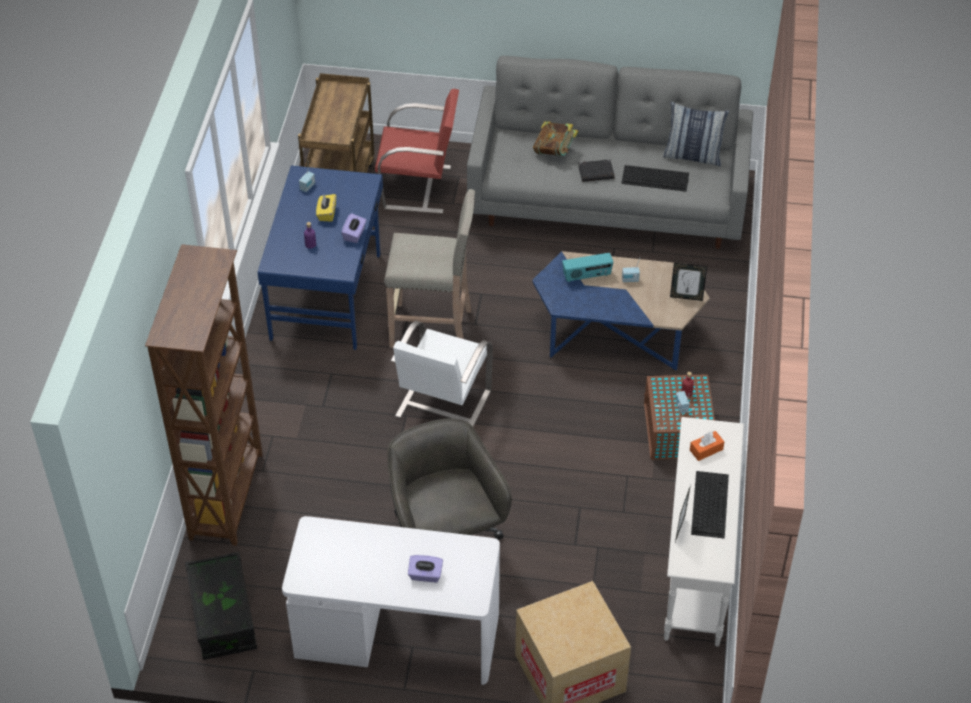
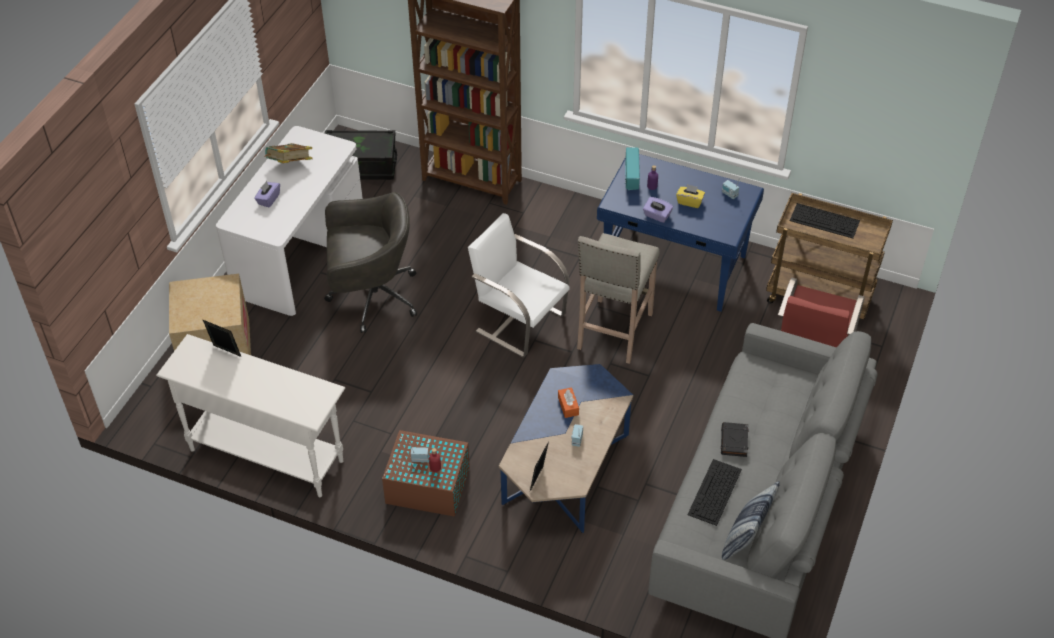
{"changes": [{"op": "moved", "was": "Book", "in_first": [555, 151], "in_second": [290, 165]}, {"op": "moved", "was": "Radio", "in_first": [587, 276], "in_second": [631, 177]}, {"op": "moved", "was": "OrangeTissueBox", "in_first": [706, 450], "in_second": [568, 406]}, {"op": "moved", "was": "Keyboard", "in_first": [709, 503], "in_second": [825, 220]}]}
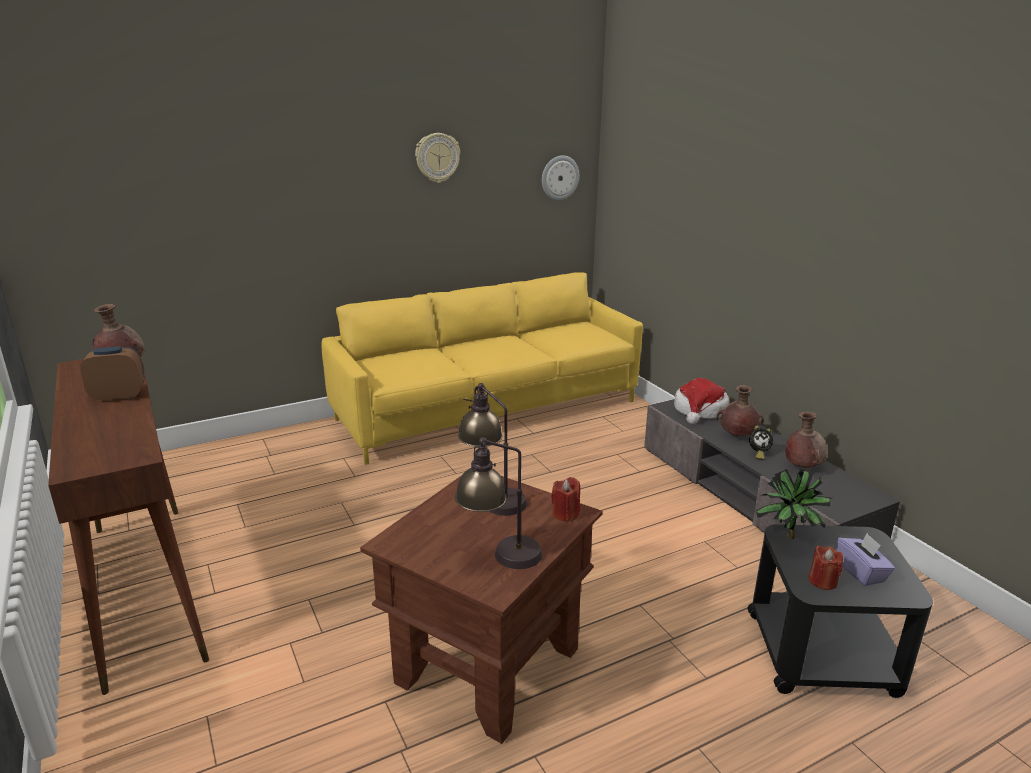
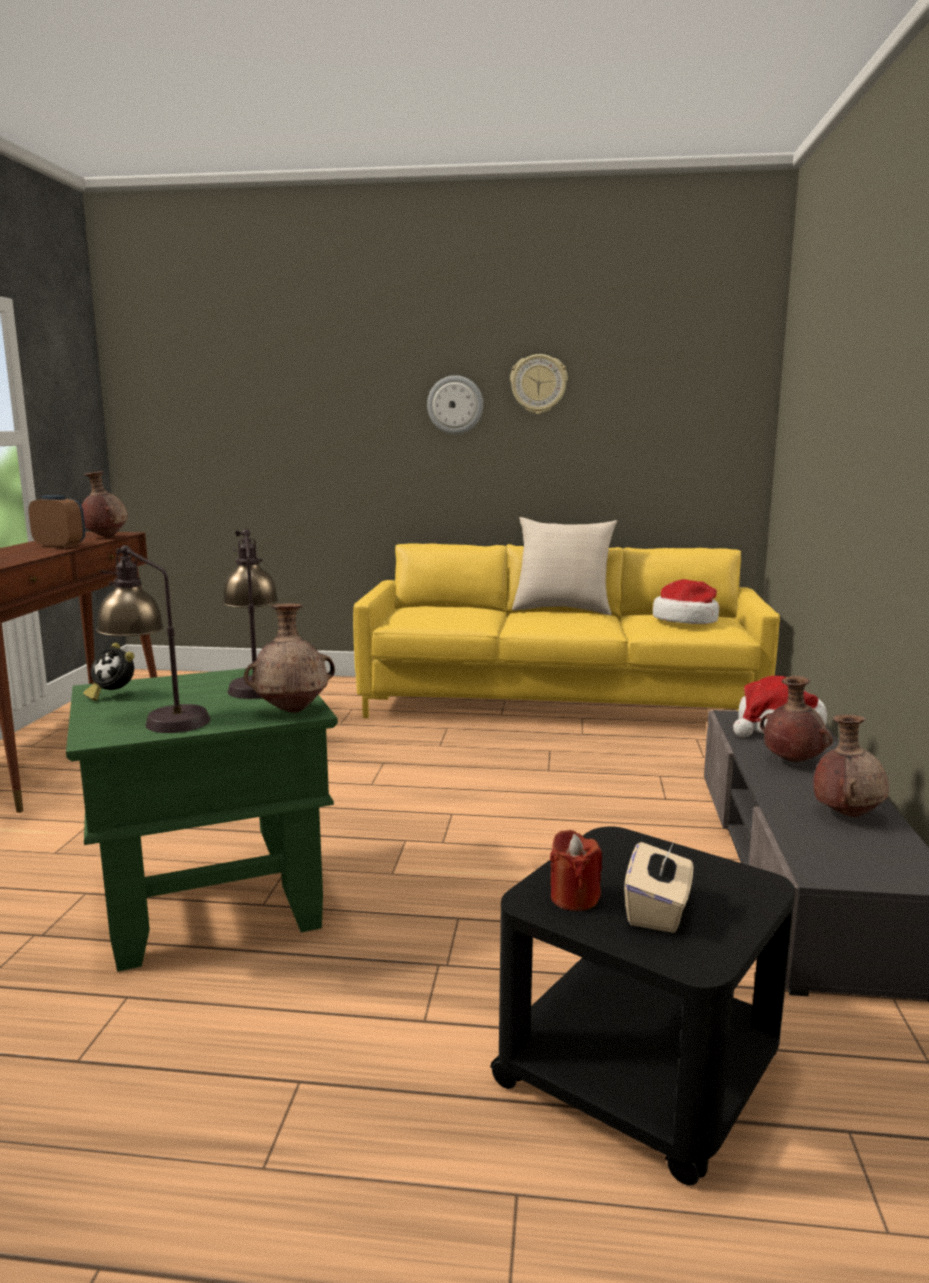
{"changes": [{"op": "recoloured", "was": "BrownSideTable", "now": "GreenSideTable", "in_first": [487, 665], "in_second": [212, 903]}, {"op": "moved", "was": "WallClock", "in_first": [559, 177], "in_second": [455, 405]}, {"op": "replaced", "was": "RedCandle", "now": "BrownVase", "in_first": [565, 514], "in_second": [293, 710]}, {"op": "moved", "was": "AlarmClock", "in_first": [758, 454], "in_second": [112, 695]}, {"op": "removed", "was": "PottedPlant", "in_first": [788, 539]}, {"op": "recoloured", "was": "PurpleTissueBox", "now": "BeigeTissueBox", "in_first": [861, 572], "in_second": [658, 911]}, {"op": "added", "now": "BeigePillow", "in_second": [562, 609]}, {"op": "added", "now": "Hat", "in_second": [686, 620]}]}
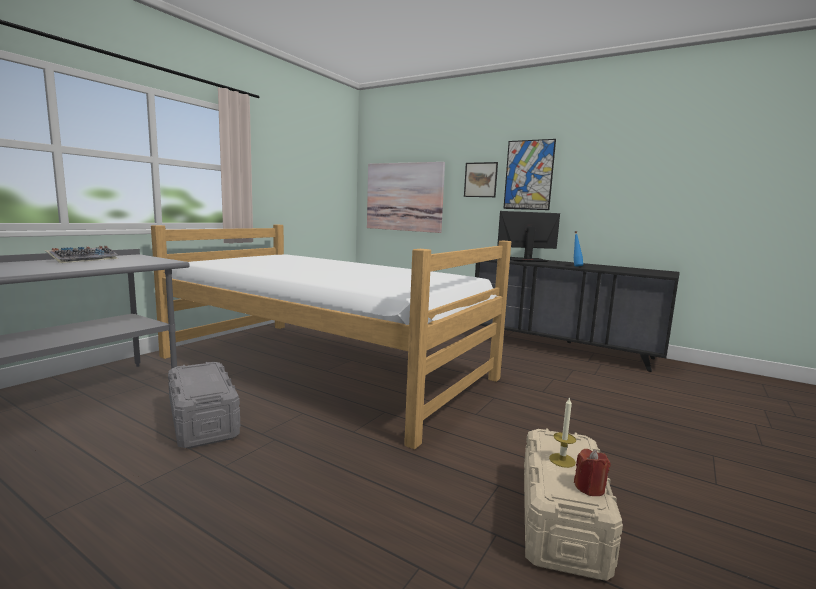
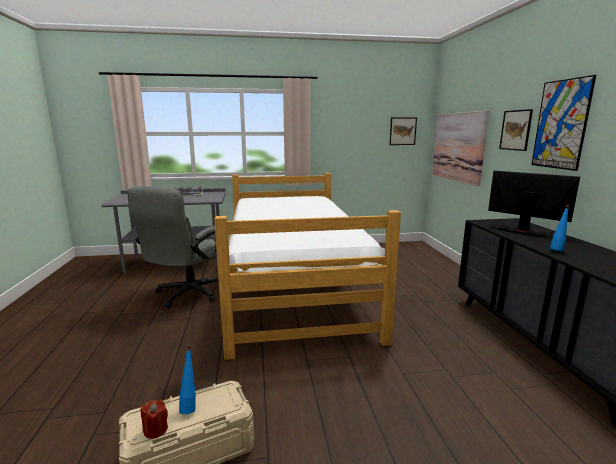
{"changes": [{"op": "replaced", "was": "GreyStorageBox", "now": "GreyOfficeChair", "in_first": [203, 421], "in_second": [186, 295]}, {"op": "replaced", "was": "Candle", "now": "BlueBottle", "in_first": [562, 460], "in_second": [190, 406]}, {"op": "added", "now": "Picture", "in_second": [402, 131]}]}
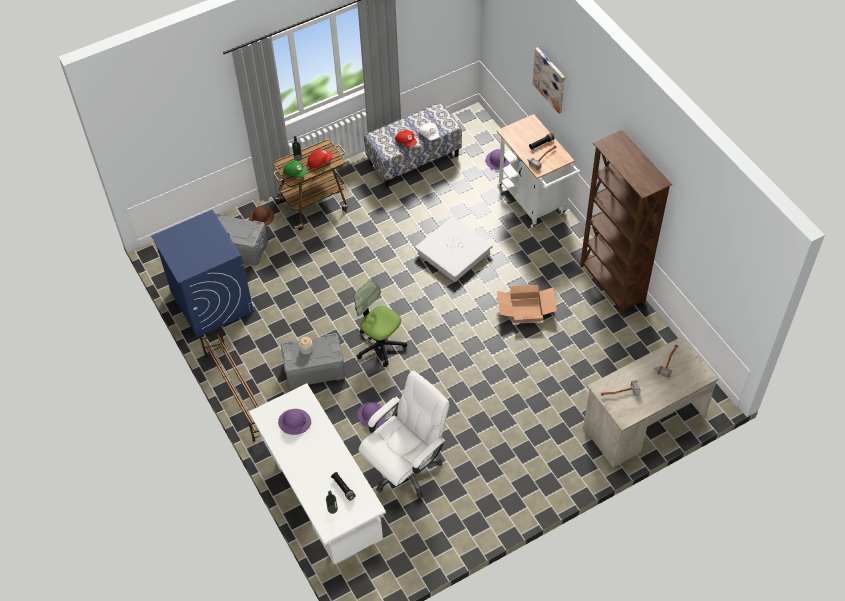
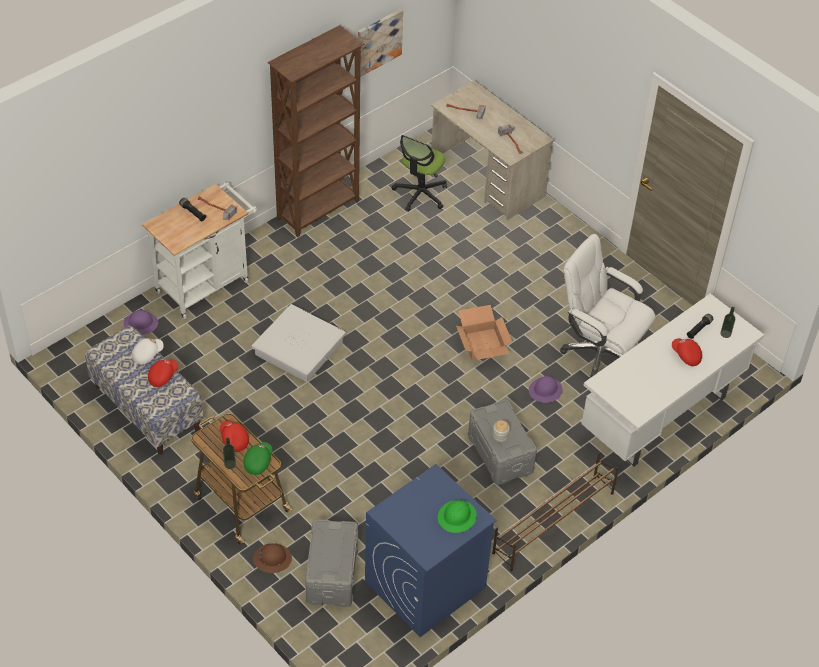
{"changes": [{"op": "removed", "was": "PurpleHardHat", "in_first": [294, 422]}, {"op": "moved", "was": "OfficeChair", "in_first": [380, 345], "in_second": [420, 194]}, {"op": "moved", "was": "CardboardBox", "in_first": [525, 310], "in_second": [483, 344]}, {"op": "moved", "was": "Picture", "in_first": [550, 79], "in_second": [378, 41]}, {"op": "added", "now": "GreenHardHat", "in_second": [457, 517]}, {"op": "added", "now": "RedCap", "in_second": [685, 355]}]}
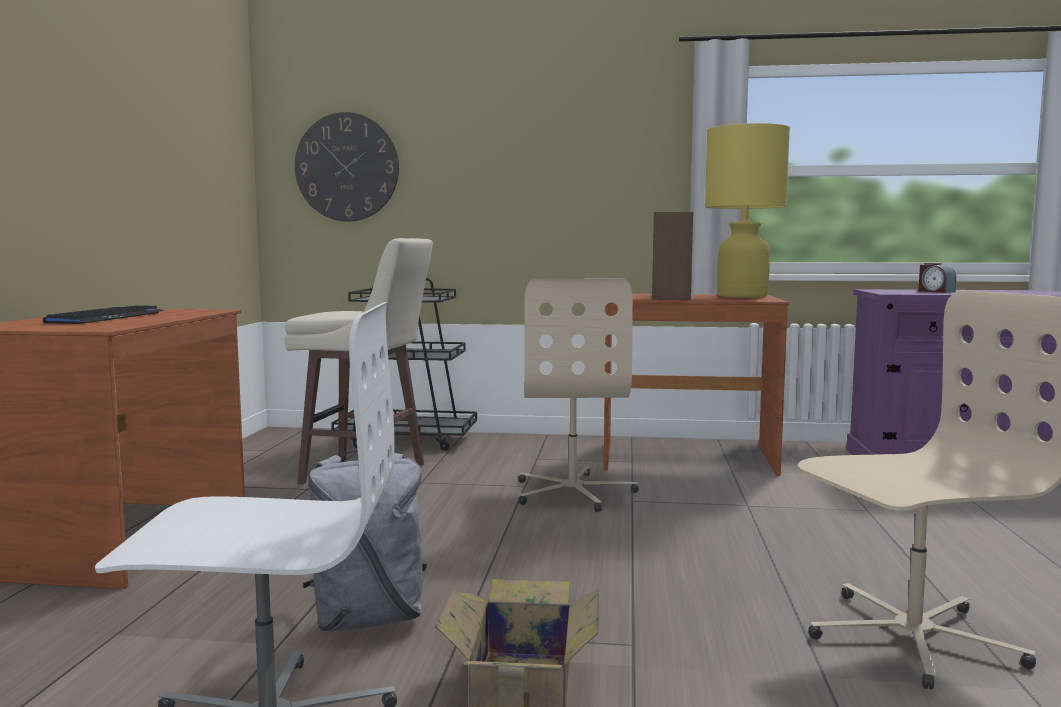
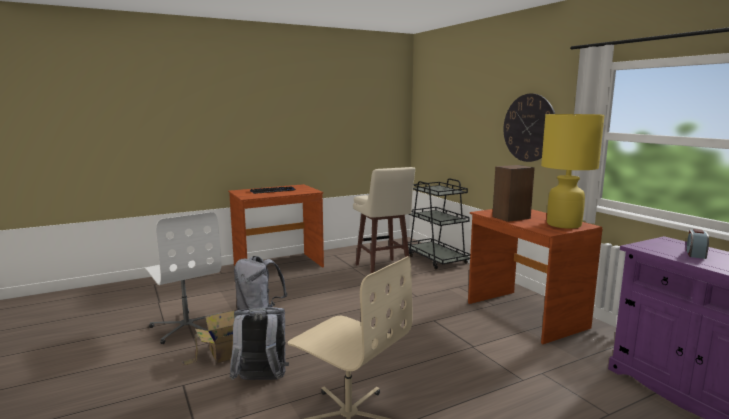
{"changes": [{"op": "moved", "was": "WallClock", "in_first": [347, 167], "in_second": [529, 128]}, {"op": "removed", "was": "BeigeOfficeChair", "in_first": [573, 492]}, {"op": "added", "now": "GreyBackpack", "in_second": [261, 381]}]}
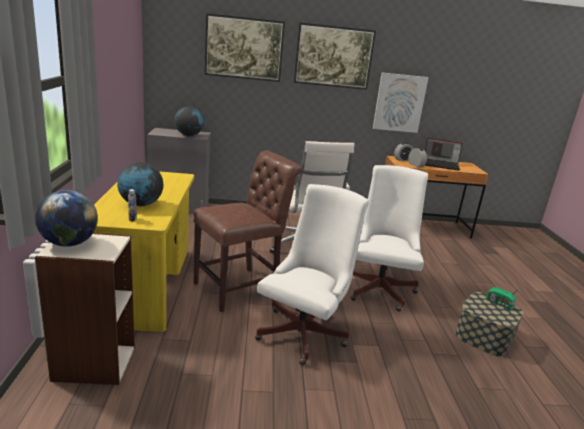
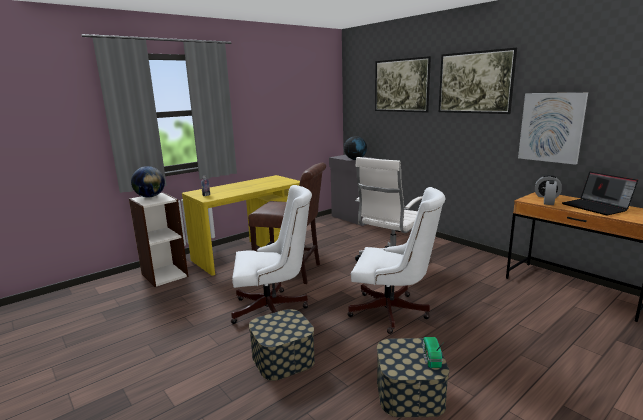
{"changes": [{"op": "removed", "was": "Globe", "in_first": [140, 204]}, {"op": "turned", "was": "WhiteOfficeChair", "in_first": [380, 287], "in_second": [393, 312], "clockwise": 45}, {"op": "added", "now": "StorageBox", "in_second": [283, 358]}]}
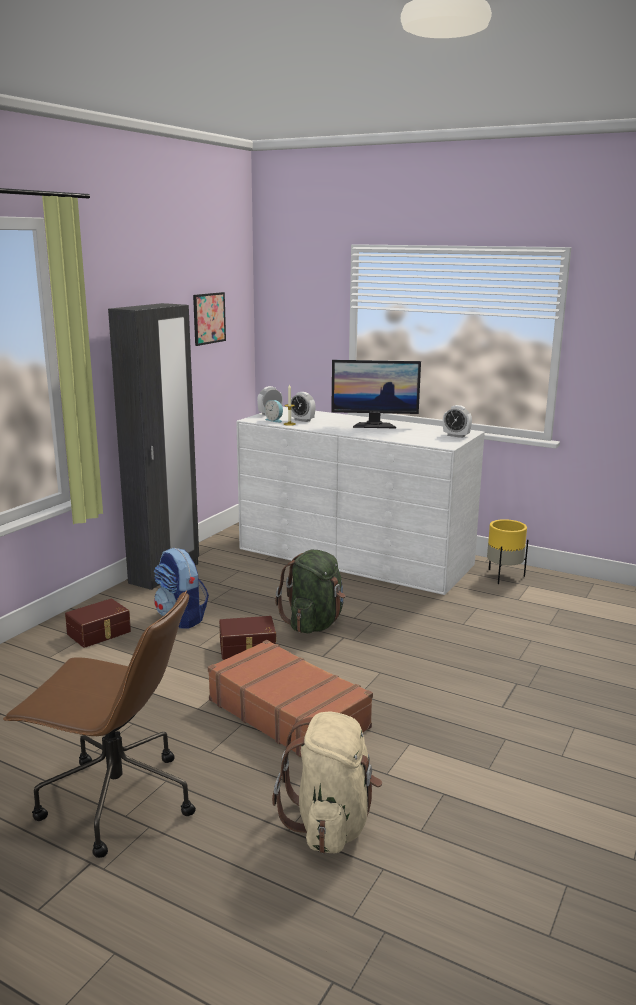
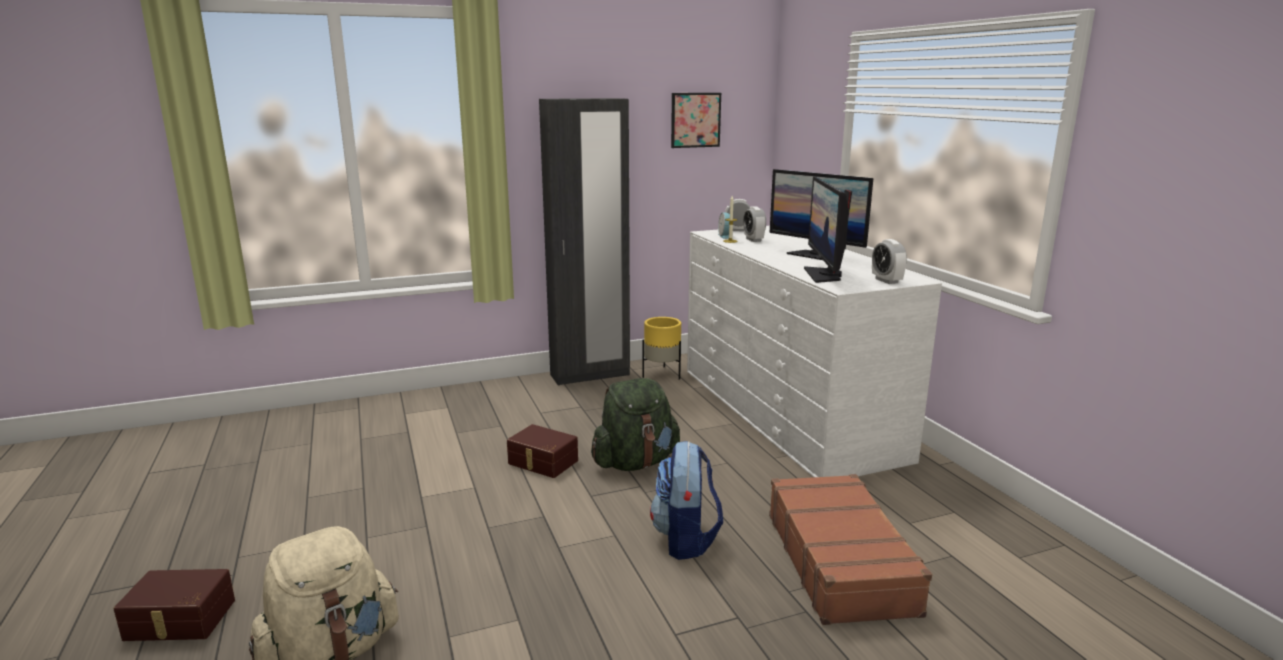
{"changes": [{"op": "removed", "was": "BrownOfficeChair", "in_first": [115, 801]}, {"op": "moved", "was": "BrownStorageBox", "in_first": [100, 633], "in_second": [179, 621]}, {"op": "moved", "was": "Backpack", "in_first": [181, 618], "in_second": [686, 539]}, {"op": "moved", "was": "BrownSuitcase", "in_first": [288, 713], "in_second": [840, 561]}, {"op": "moved", "was": "YellowPlanter", "in_first": [503, 576], "in_second": [662, 374]}, {"op": "added", "now": "Monitor", "in_second": [824, 275]}]}
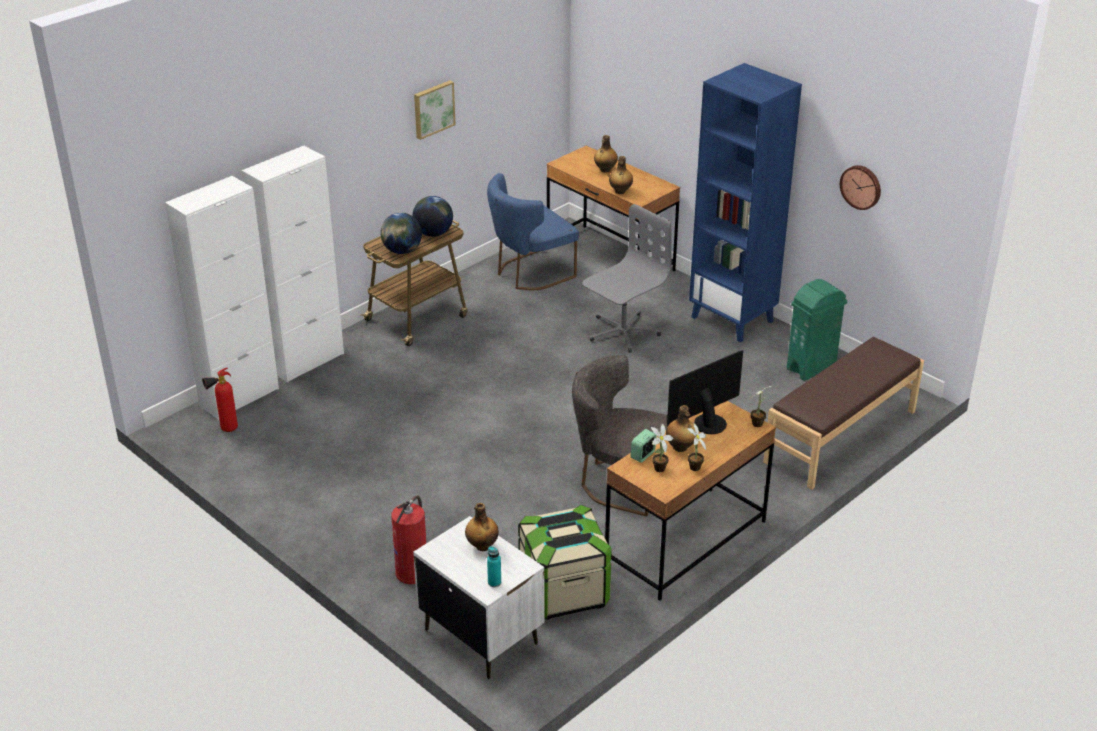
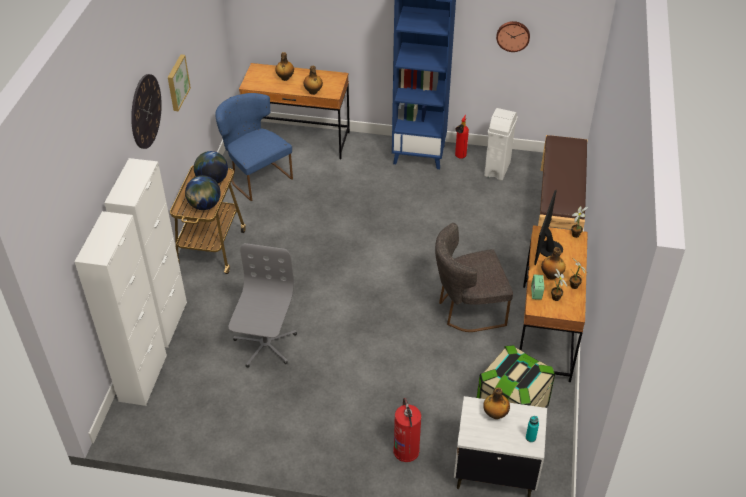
{"changes": [{"op": "moved", "was": "FireExtinguisher", "in_first": [225, 430], "in_second": [459, 158]}, {"op": "turned", "was": "BlueChair", "in_first": [529, 273], "in_second": [256, 176], "clockwise": 120}, {"op": "moved", "was": "GreyOfficeChair", "in_first": [622, 332], "in_second": [265, 345]}, {"op": "recoloured", "was": "GreenTrashCan", "now": "WhiteTrashCan", "in_first": [811, 368], "in_second": [497, 169]}, {"op": "added", "now": "WallClock", "in_second": [145, 111]}]}
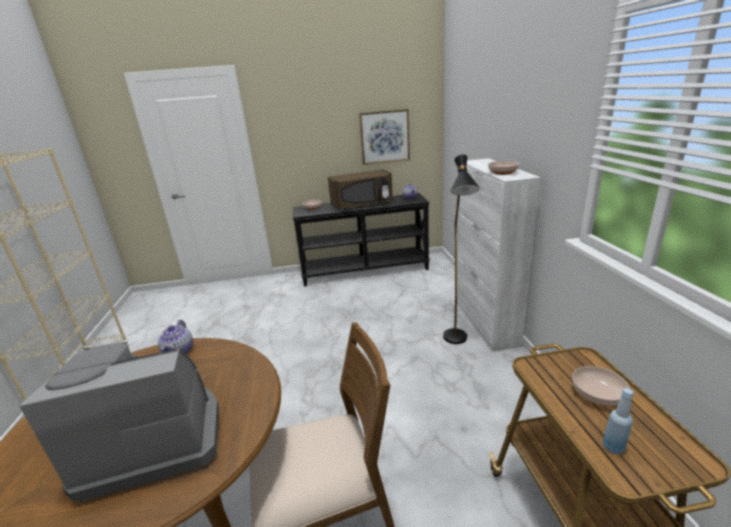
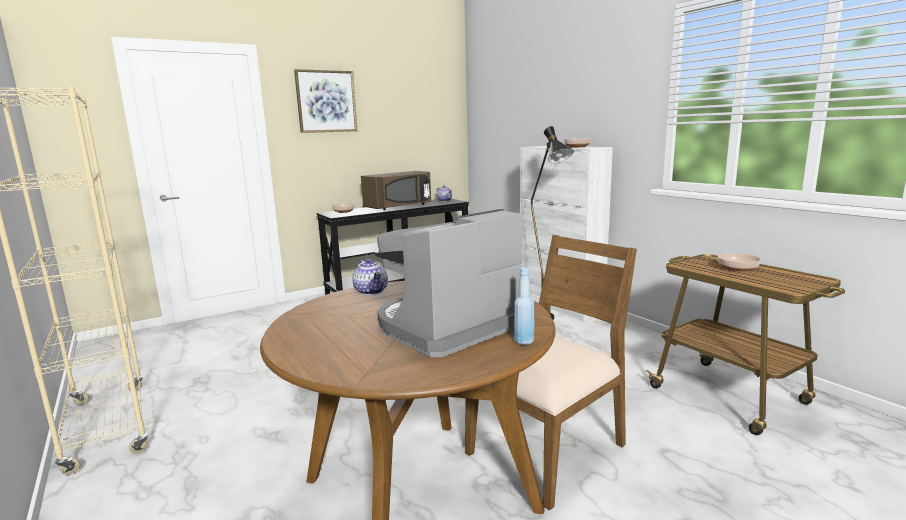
{"changes": [{"op": "moved", "was": "Picture", "in_first": [385, 137], "in_second": [326, 101]}, {"op": "moved", "was": "BlueBottle", "in_first": [613, 447], "in_second": [523, 341]}]}
